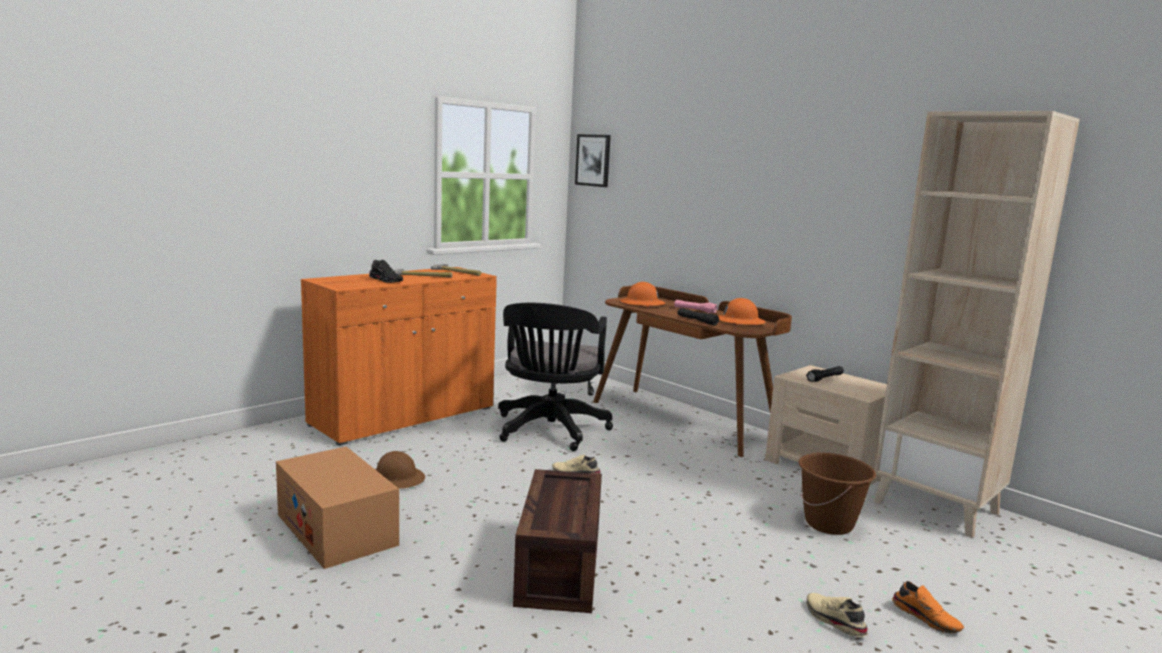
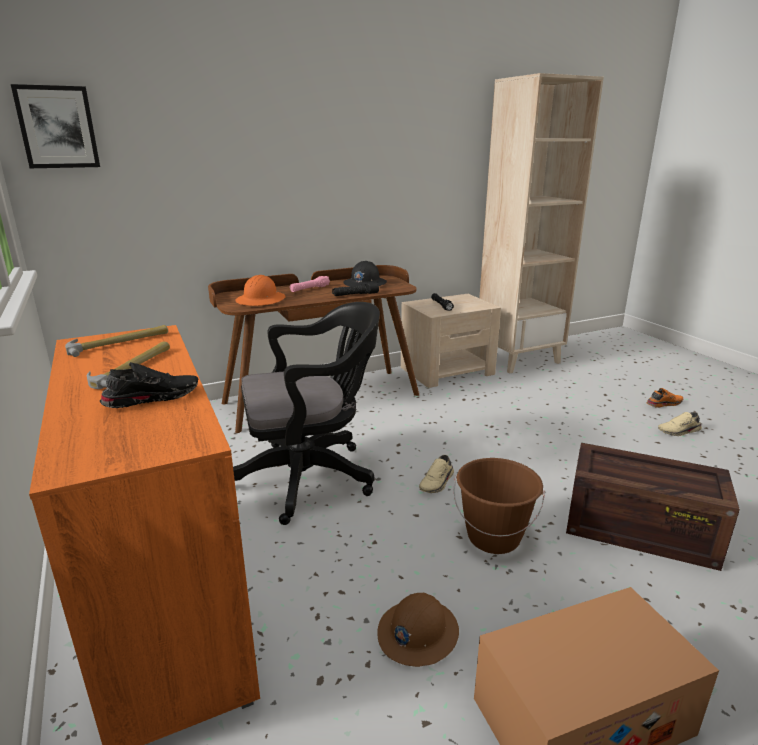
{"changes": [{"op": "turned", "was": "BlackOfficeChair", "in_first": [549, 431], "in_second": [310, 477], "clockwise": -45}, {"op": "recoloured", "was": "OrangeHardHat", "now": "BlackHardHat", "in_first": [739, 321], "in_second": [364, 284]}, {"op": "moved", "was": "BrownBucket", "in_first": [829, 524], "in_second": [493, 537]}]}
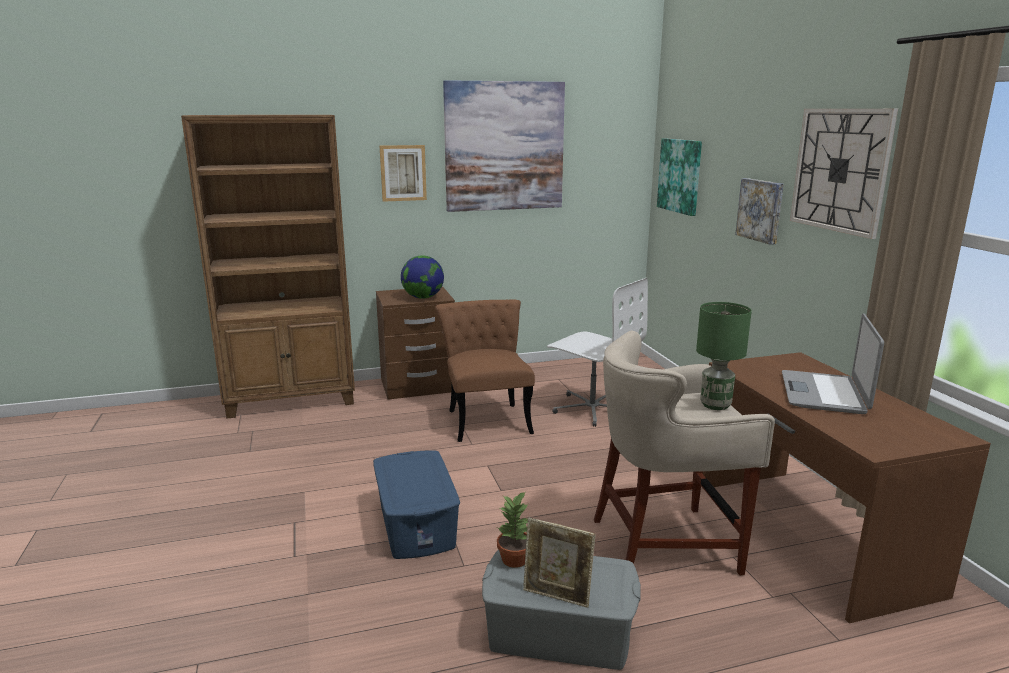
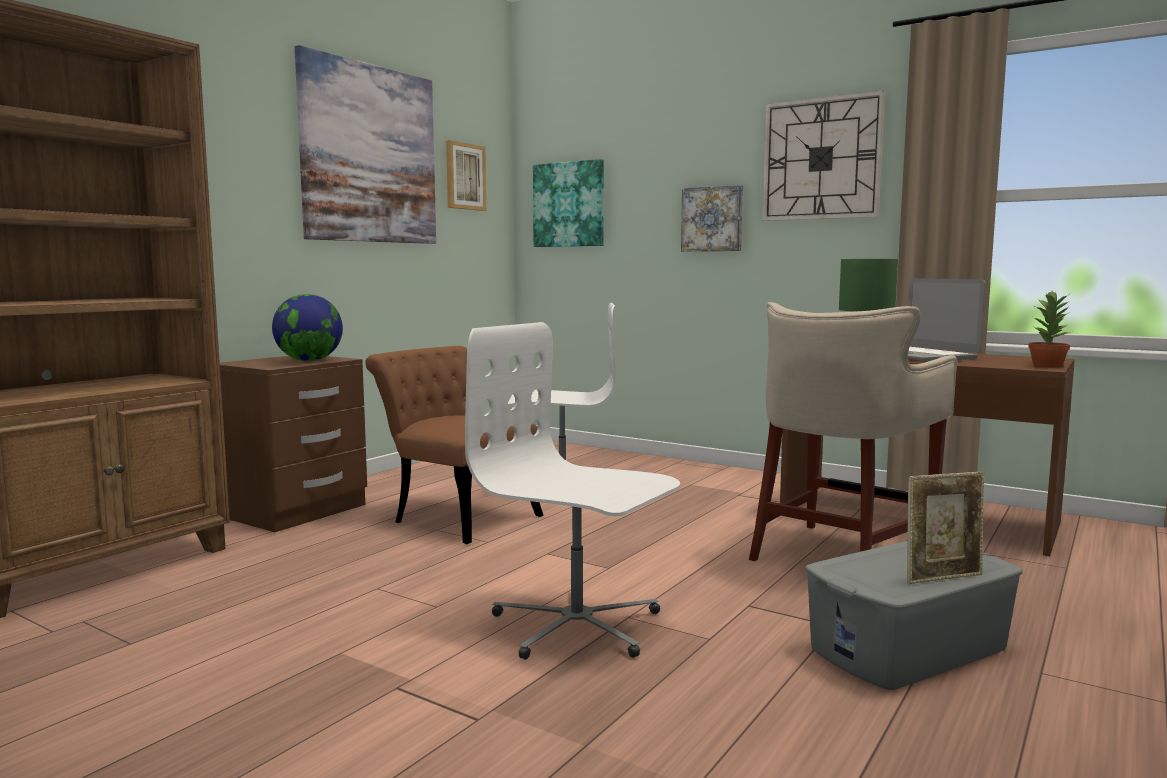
{"changes": [{"op": "replaced", "was": "BlueStorageBox", "now": "WhiteOfficeChair", "in_first": [417, 523], "in_second": [576, 626]}, {"op": "moved", "was": "Picture", "in_first": [403, 173], "in_second": [465, 176]}, {"op": "moved", "was": "PottedPlant", "in_first": [515, 559], "in_second": [1048, 365]}]}
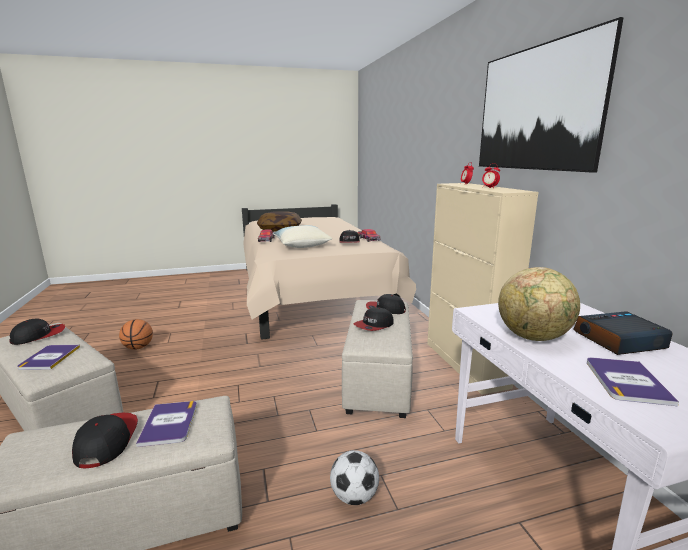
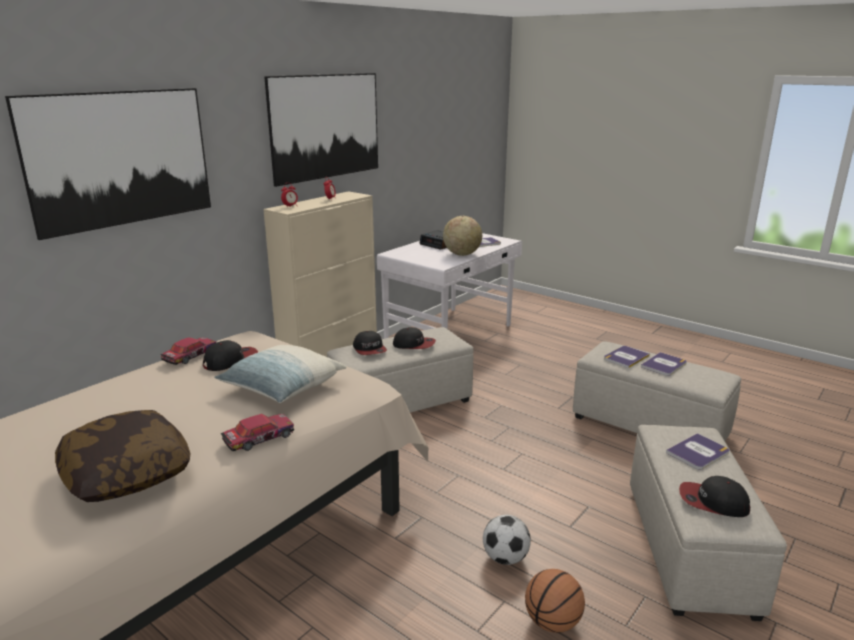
{"changes": [{"op": "replaced", "was": "Cap", "now": "Book", "in_first": [106, 441], "in_second": [664, 365]}, {"op": "moved", "was": "Football", "in_first": [354, 496], "in_second": [505, 558]}, {"op": "added", "now": "Picture", "in_second": [121, 159]}]}
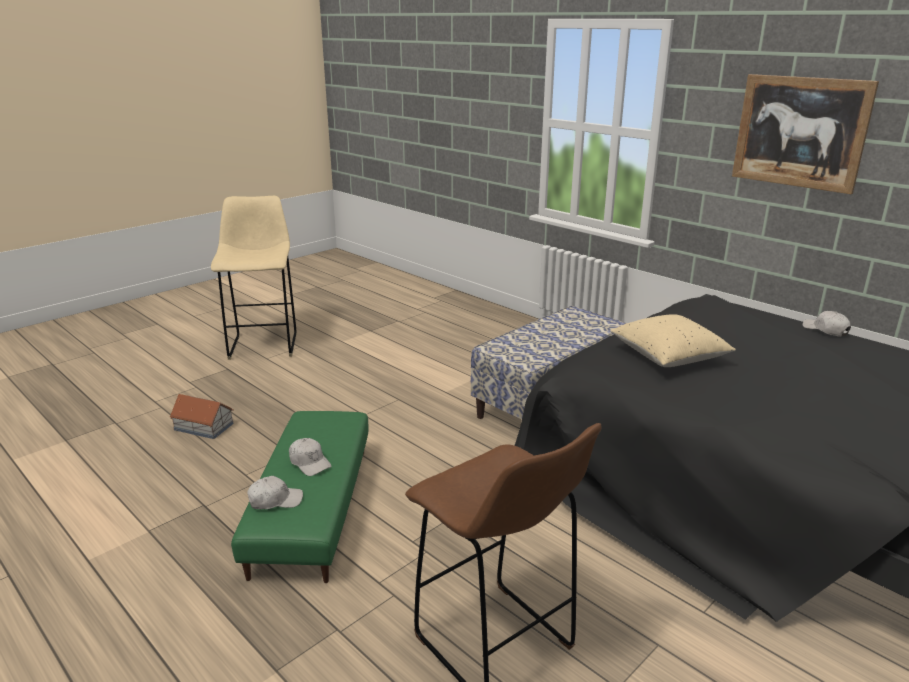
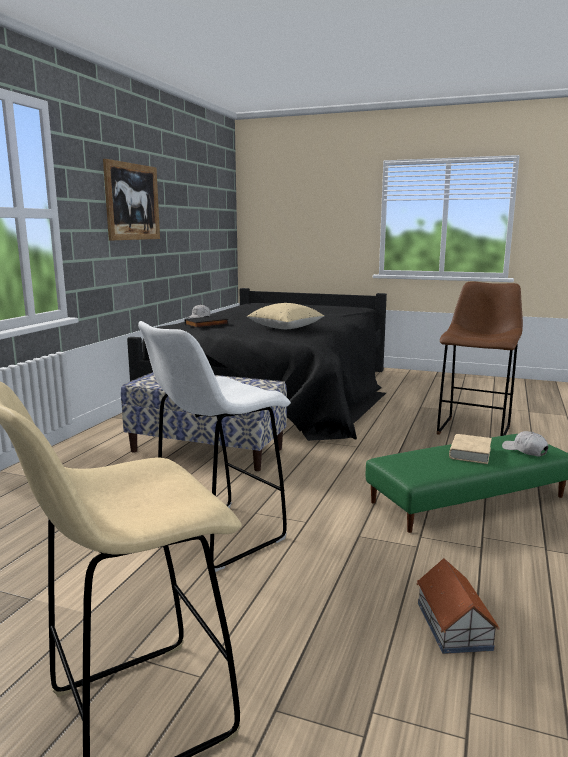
{"changes": [{"op": "replaced", "was": "WhiteCap", "now": "BeigeBook", "in_first": [309, 462], "in_second": [470, 453]}, {"op": "added", "now": "WhiteStool", "in_second": [218, 538]}, {"op": "added", "now": "BlackBook", "in_second": [207, 325]}]}
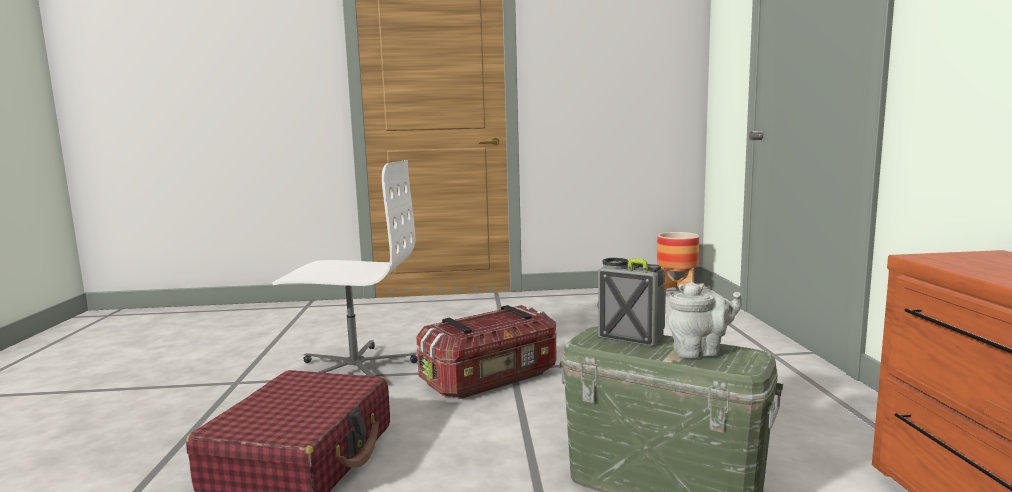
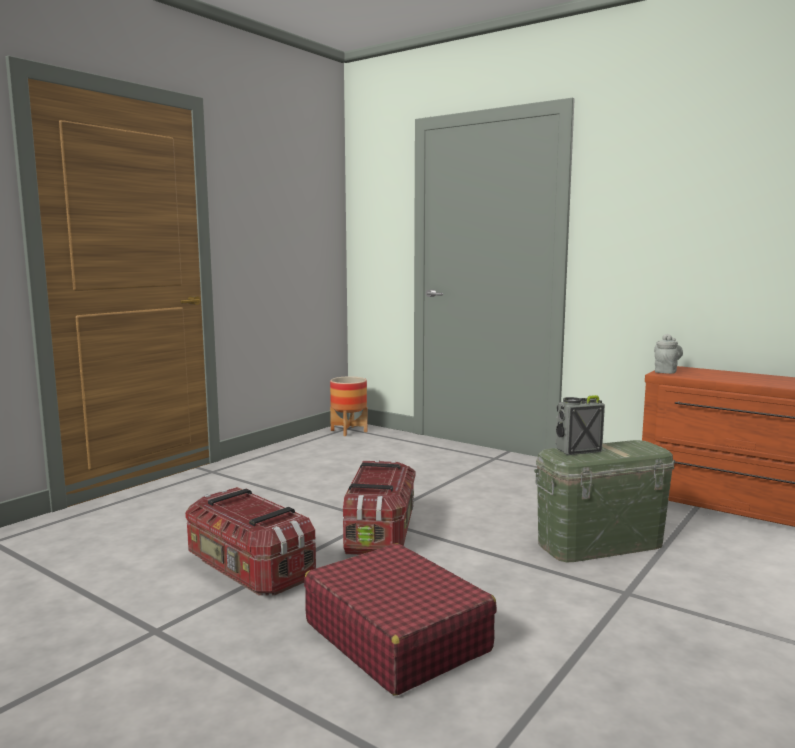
{"changes": [{"op": "replaced", "was": "WhiteOfficeChair", "now": "StorageBox", "in_first": [354, 369], "in_second": [248, 569]}, {"op": "moved", "was": "GreyTeapot", "in_first": [700, 352], "in_second": [666, 371]}]}
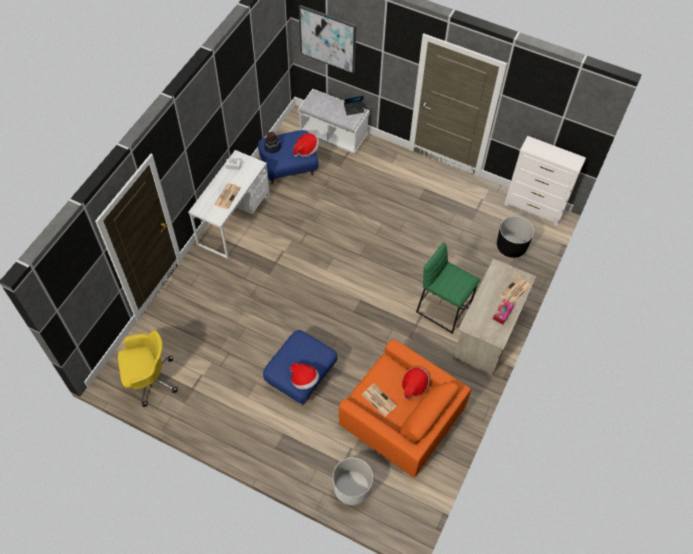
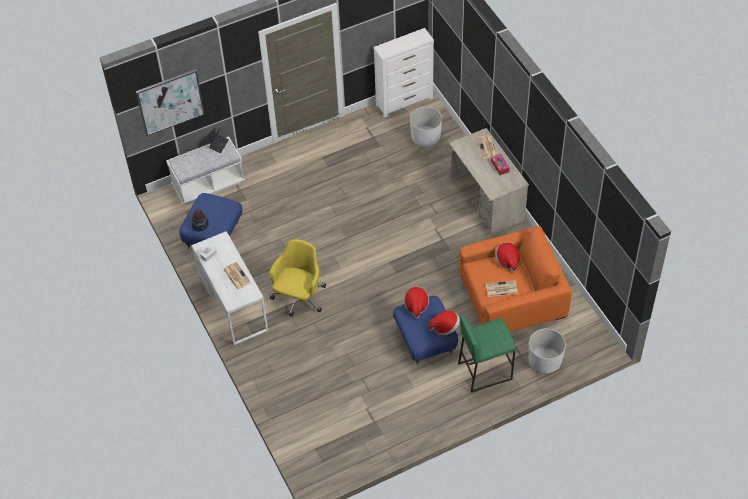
{"changes": [{"op": "moved", "was": "YellowOfficeChair", "in_first": [149, 379], "in_second": [299, 298]}, {"op": "moved", "was": "Hat", "in_first": [306, 150], "in_second": [416, 305]}, {"op": "moved", "was": "GreenStool", "in_first": [443, 310], "in_second": [484, 371]}, {"op": "recoloured", "was": "BlackPlanter", "now": "WhitePlanter", "in_first": [511, 246], "in_second": [425, 137]}]}
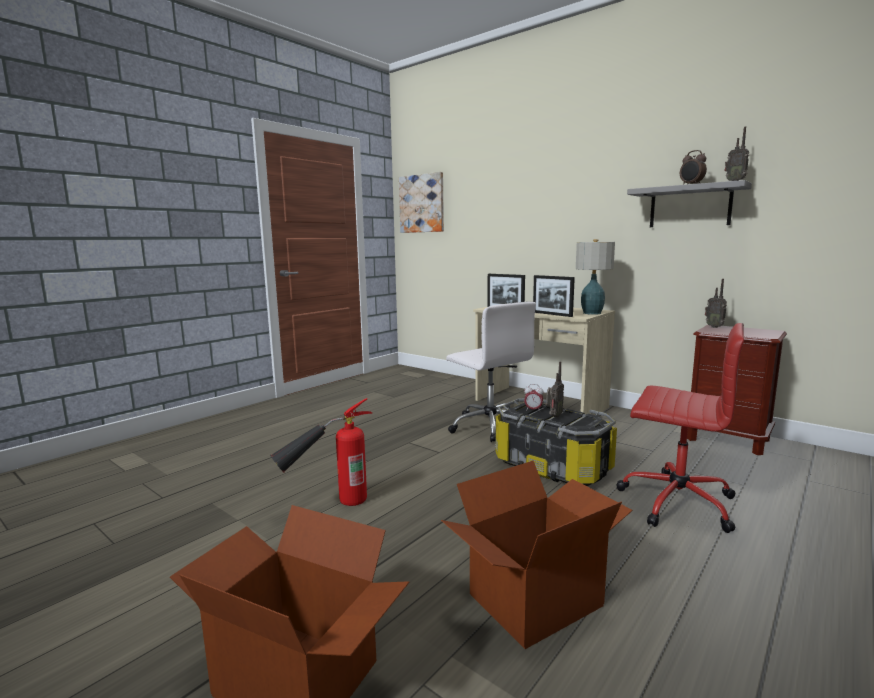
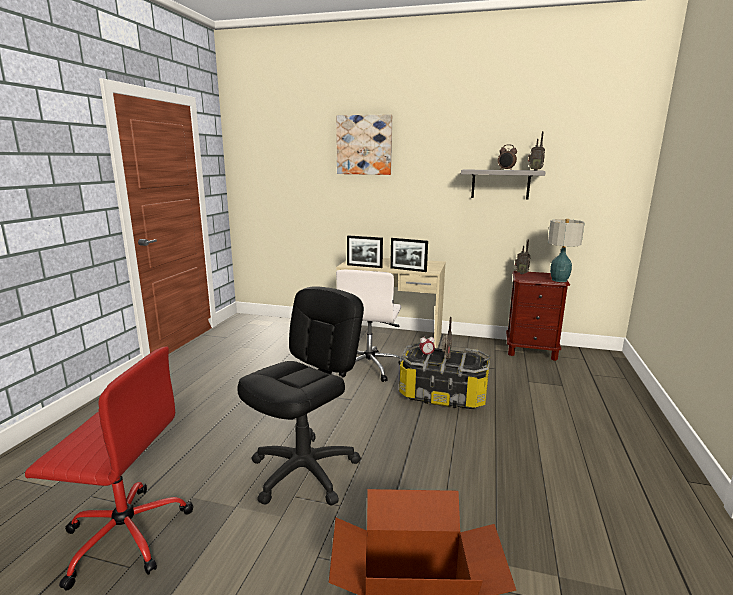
{"changes": [{"op": "replaced", "was": "FireExtinguisher", "now": "BlackOfficeChair", "in_first": [328, 506], "in_second": [305, 471]}, {"op": "moved", "was": "Picture", "in_first": [422, 203], "in_second": [364, 145]}, {"op": "removed", "was": "CardboardBox", "in_first": [534, 598]}, {"op": "turned", "was": "WhiteOfficeChair", "in_first": [489, 426], "in_second": [369, 367], "clockwise": 75}, {"op": "moved", "was": "TableLamp", "in_first": [591, 313], "in_second": [559, 280]}, {"op": "moved", "was": "RedOfficeChair", "in_first": [675, 501], "in_second": [124, 534]}]}
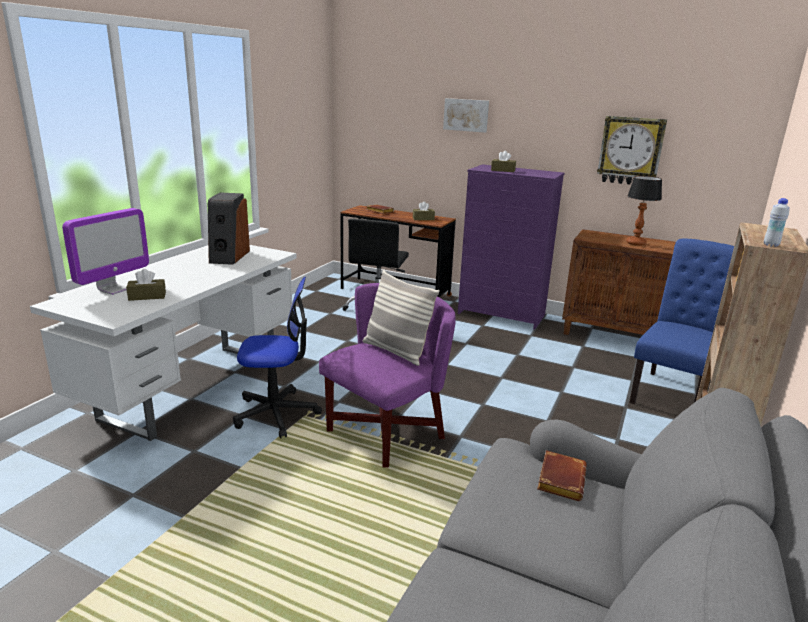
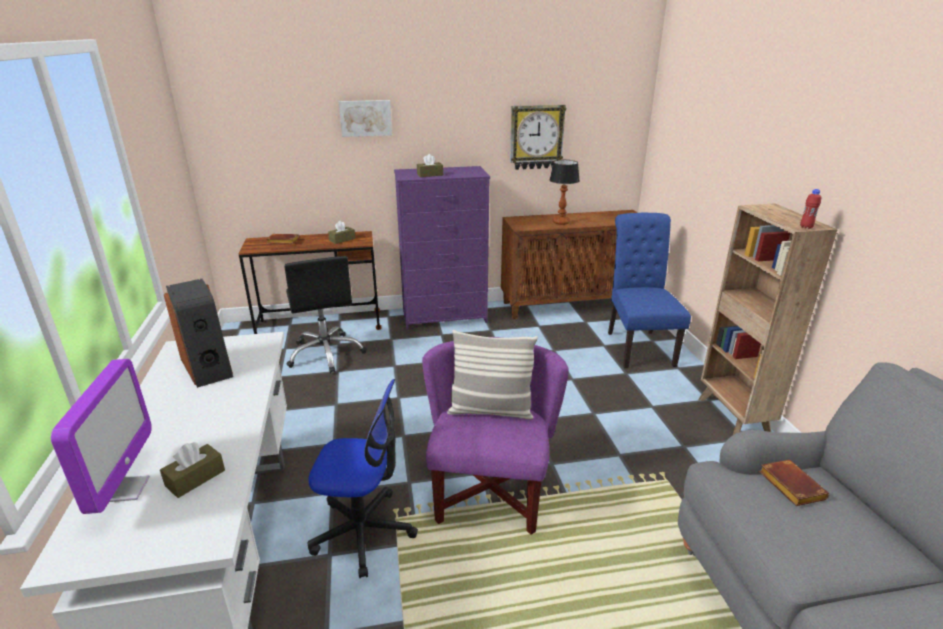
{"changes": [{"op": "turned", "was": "OfficeChair", "in_first": [276, 413], "in_second": [363, 531], "clockwise": 45}, {"op": "recoloured", "was": "WhiteBottle", "now": "RedBottle", "in_first": [771, 245], "in_second": [806, 227]}]}
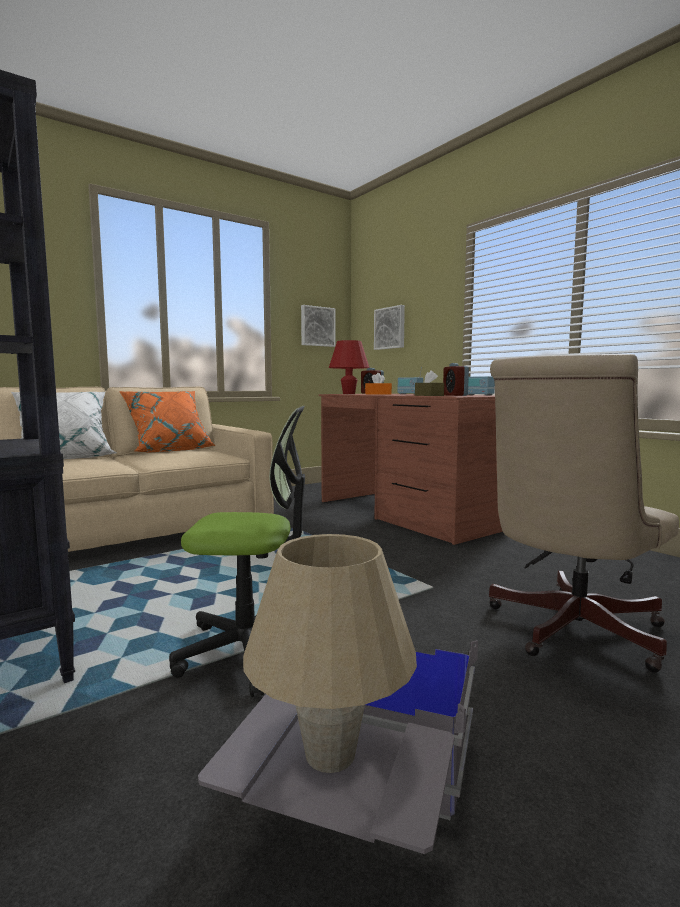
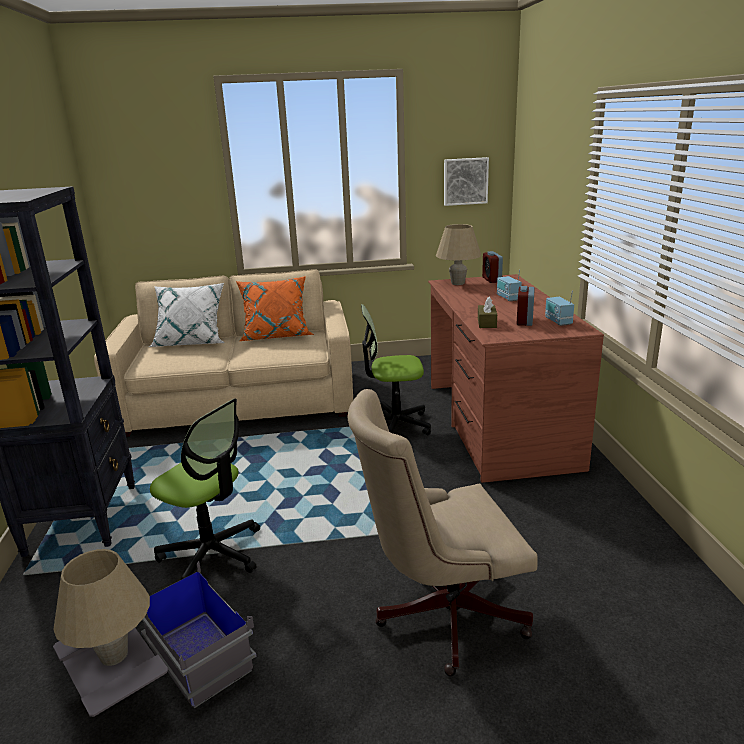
{"changes": [{"op": "recoloured", "was": "RedTableLamp", "now": "BeigeTableLamp", "in_first": [349, 393], "in_second": [458, 283]}, {"op": "removed", "was": "OrangeTissueBox", "in_first": [378, 394]}, {"op": "removed", "was": "Picture", "in_first": [390, 328]}, {"op": "added", "now": "OfficeChair", "in_second": [394, 425]}]}
